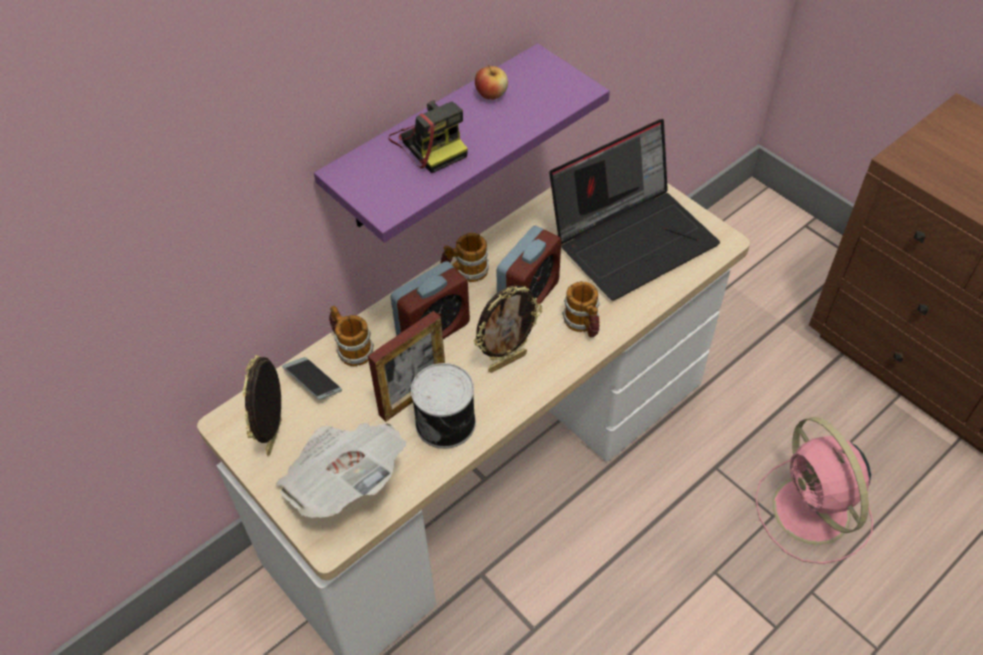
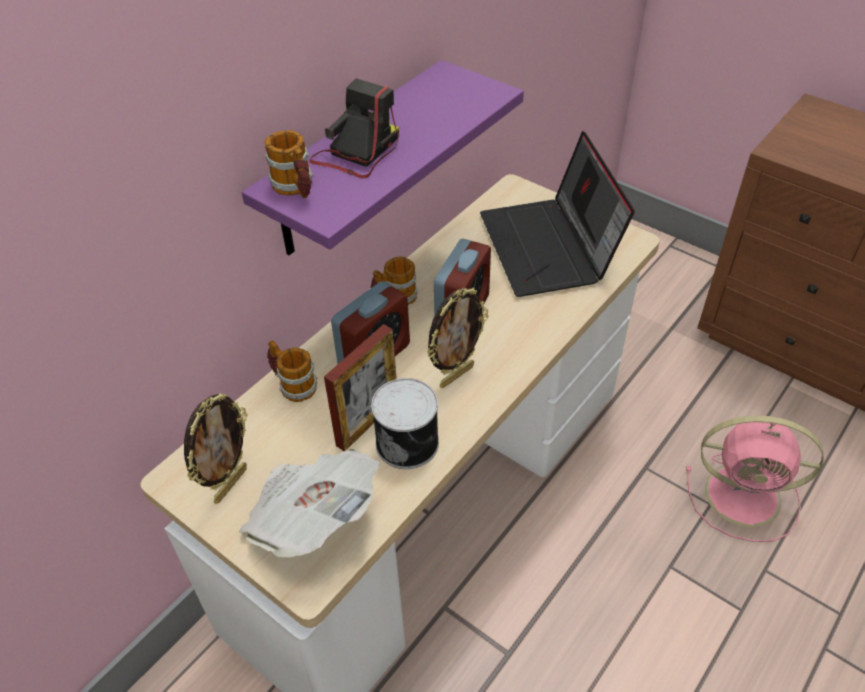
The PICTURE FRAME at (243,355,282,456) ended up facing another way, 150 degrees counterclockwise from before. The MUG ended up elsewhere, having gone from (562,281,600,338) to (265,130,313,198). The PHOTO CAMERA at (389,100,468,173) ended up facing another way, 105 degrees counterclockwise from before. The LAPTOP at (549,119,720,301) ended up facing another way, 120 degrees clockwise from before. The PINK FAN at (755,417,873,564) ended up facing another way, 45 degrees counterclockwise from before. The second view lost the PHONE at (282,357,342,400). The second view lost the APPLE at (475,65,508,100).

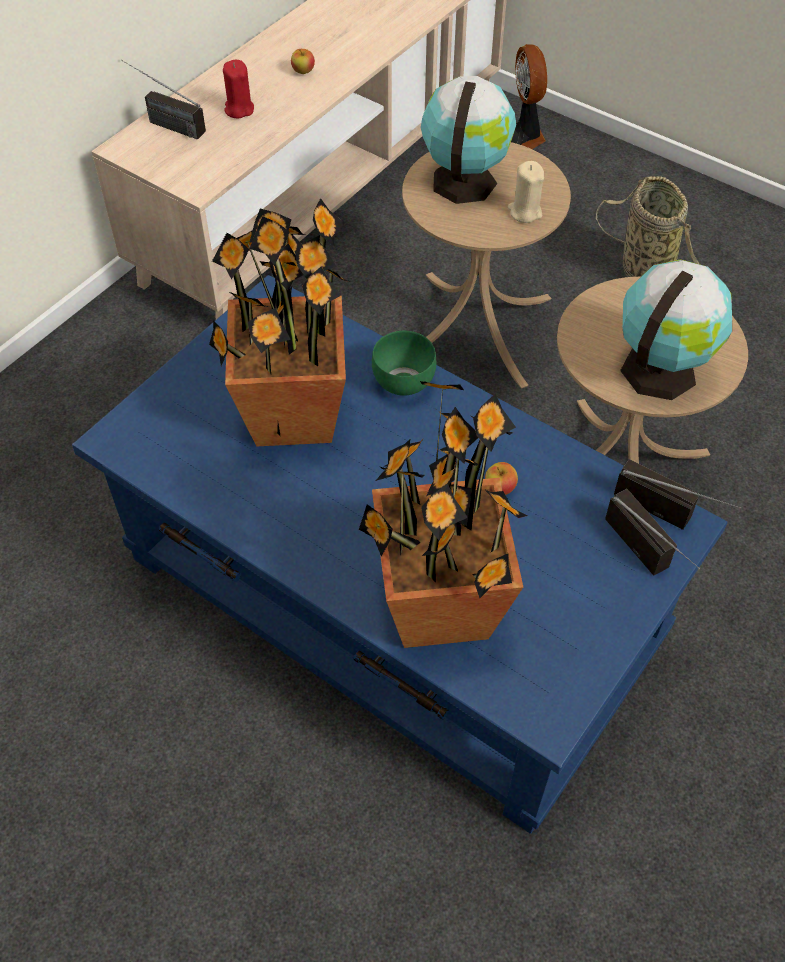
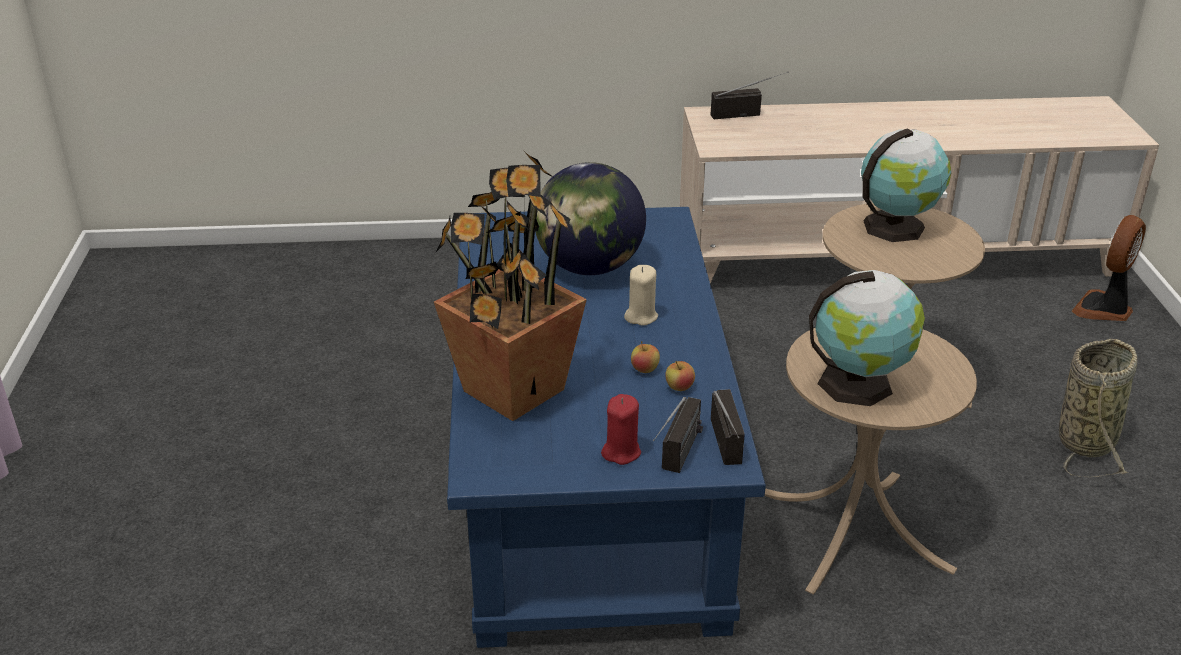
Where the POTTED PLANT stood at (209,198,350,446), the GLOBE came to stand at (535,162,646,275). The RED CANDLE ended up elsewhere, having gone from (223,60,254,119) to (601,394,641,465). The BEIGE CANDLE ended up elsewhere, having gone from (508,161,544,223) to (624,265,658,326). The APPLE ended up elsewhere, having gone from (291,49,315,74) to (665,361,695,391). The RADIO at (121,60,206,140) ended up facing another way, 90 degrees clockwise from before. The second view lost the GREEN BOWL at (372,331,436,396).

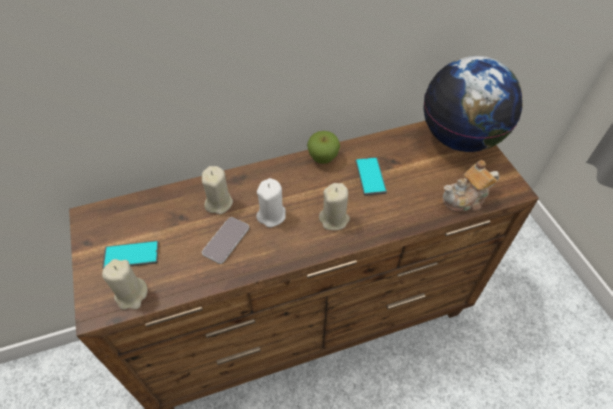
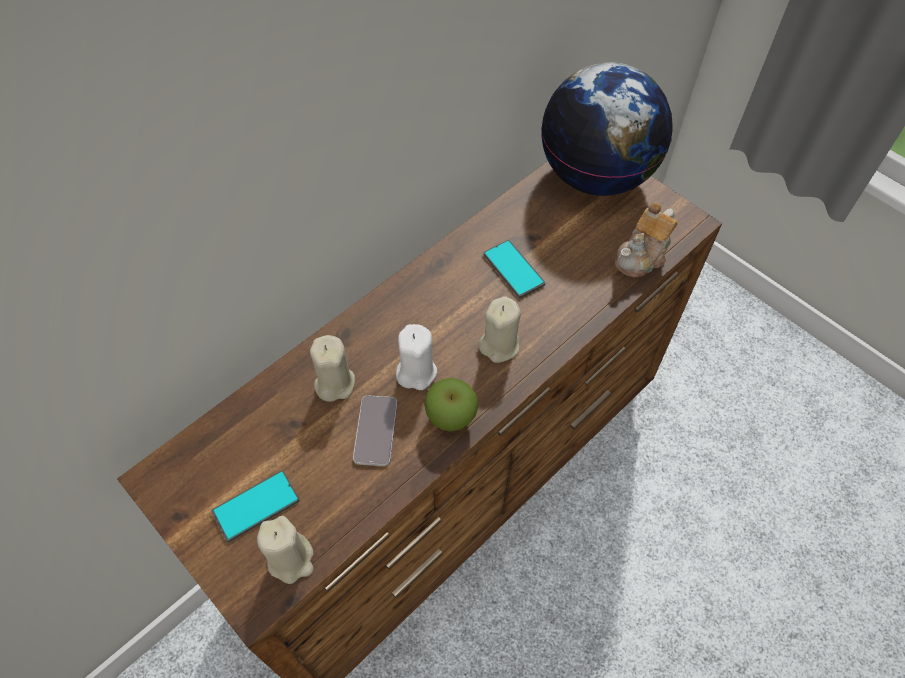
The APPLE ended up elsewhere, having gone from (307,131,340,164) to (424,378,479,432).

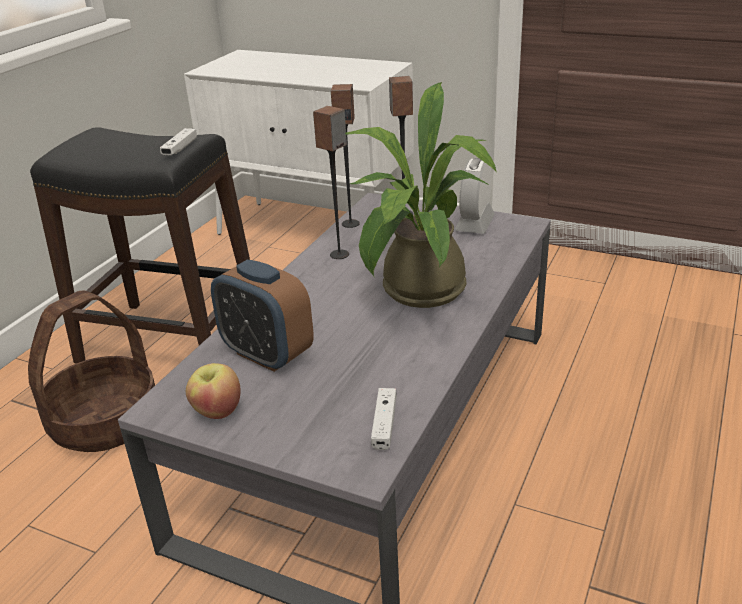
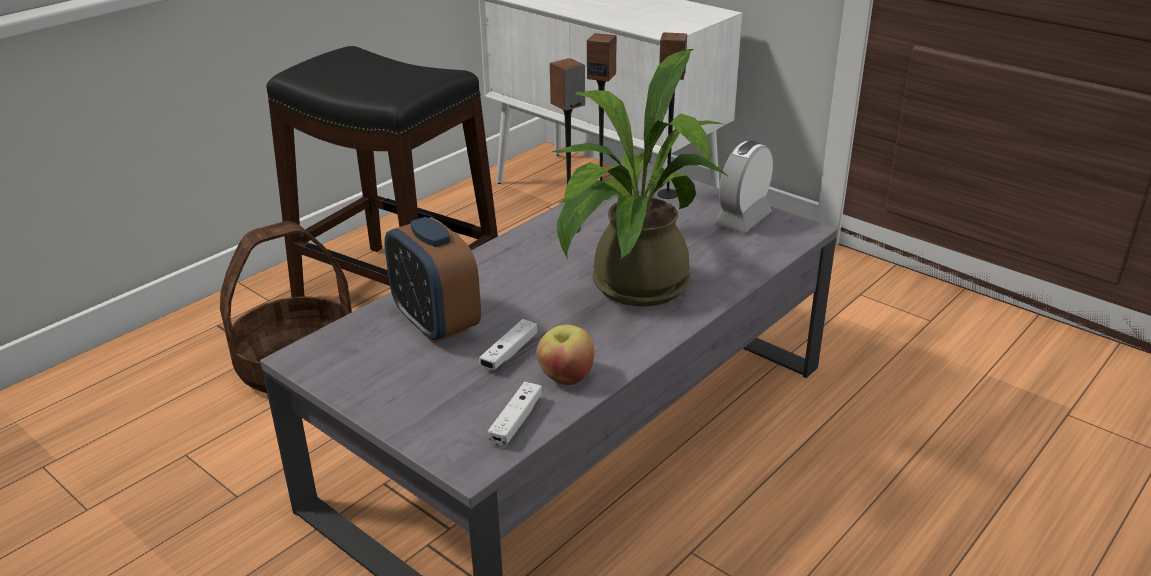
The WHITE GAME CONTROLLER ended up elsewhere, having gone from (160,128,197,155) to (479,319,537,370). The APPLE ended up elsewhere, having gone from (186,363,241,419) to (536,324,594,385).

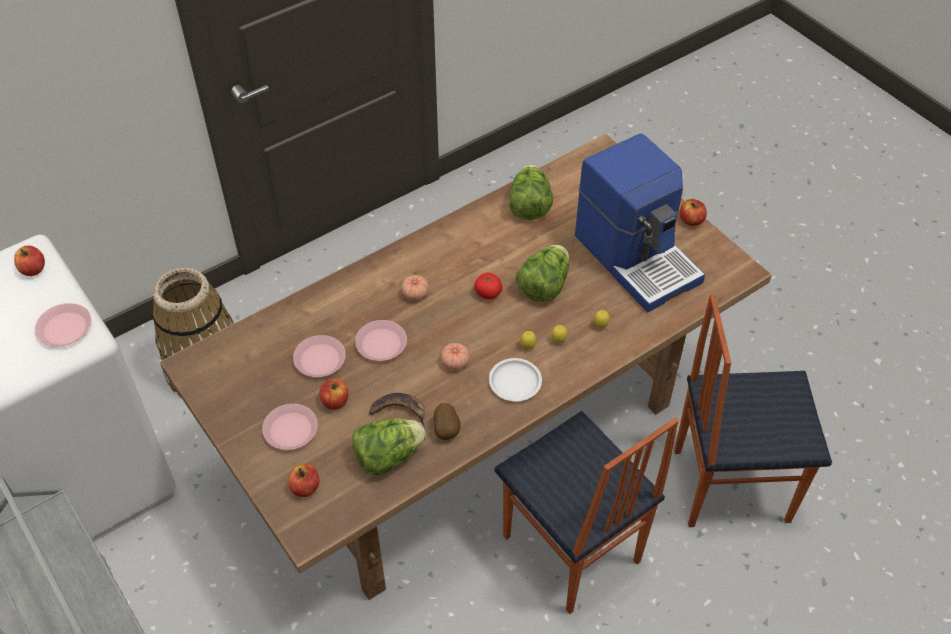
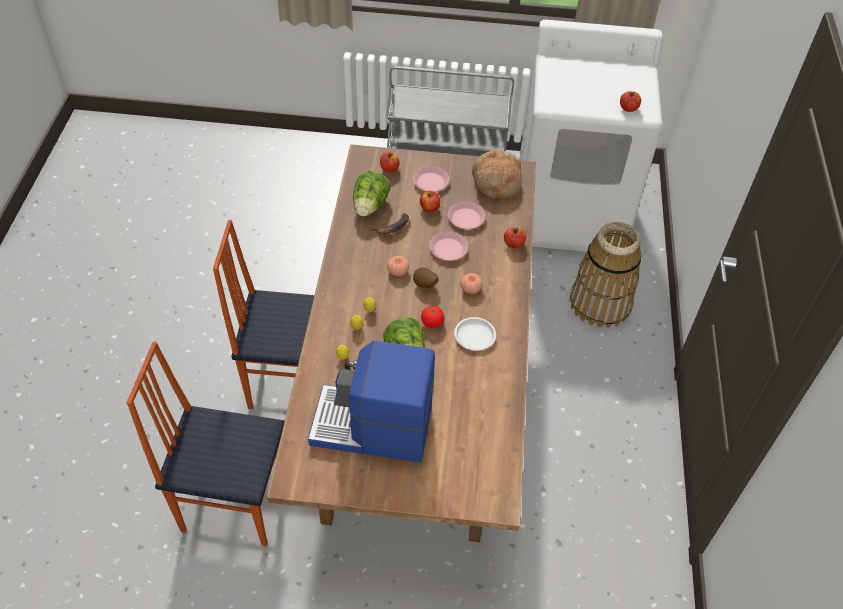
The CHAIR at (674,293,832,527) ended up facing another way, 120 degrees counterclockwise from before. The POTATO ended up elsewhere, having gone from (434,403,461,440) to (413,267,439,288). The WHITE PLATE ended up elsewhere, having gone from (489,358,542,401) to (454,317,496,351). The second view gained the BREAD at (472,150,522,200). The APPLE ended up elsewhere, having gone from (680,199,707,226) to (504,227,526,248). The second view lost the PINK PLATE at (35,303,91,347). The second view lost the LETTUCE at (509,164,553,220).

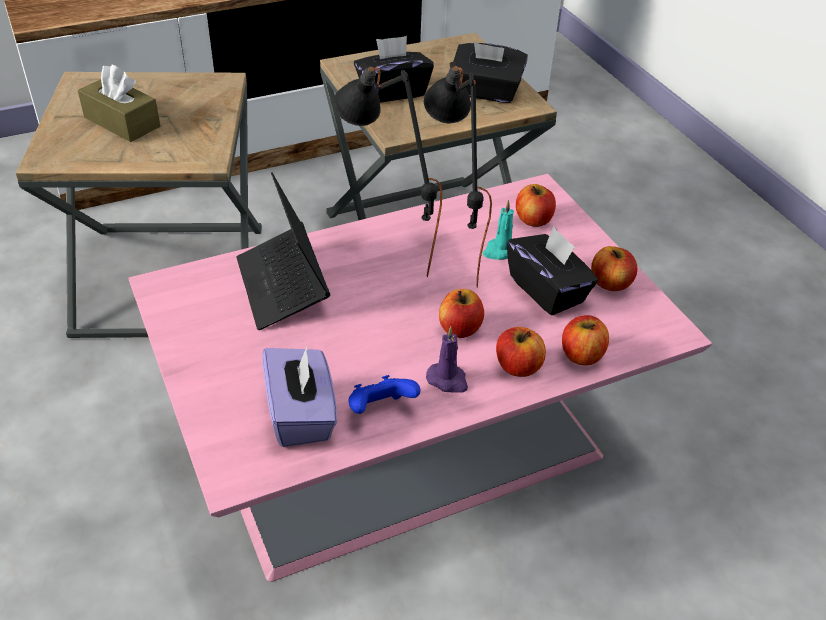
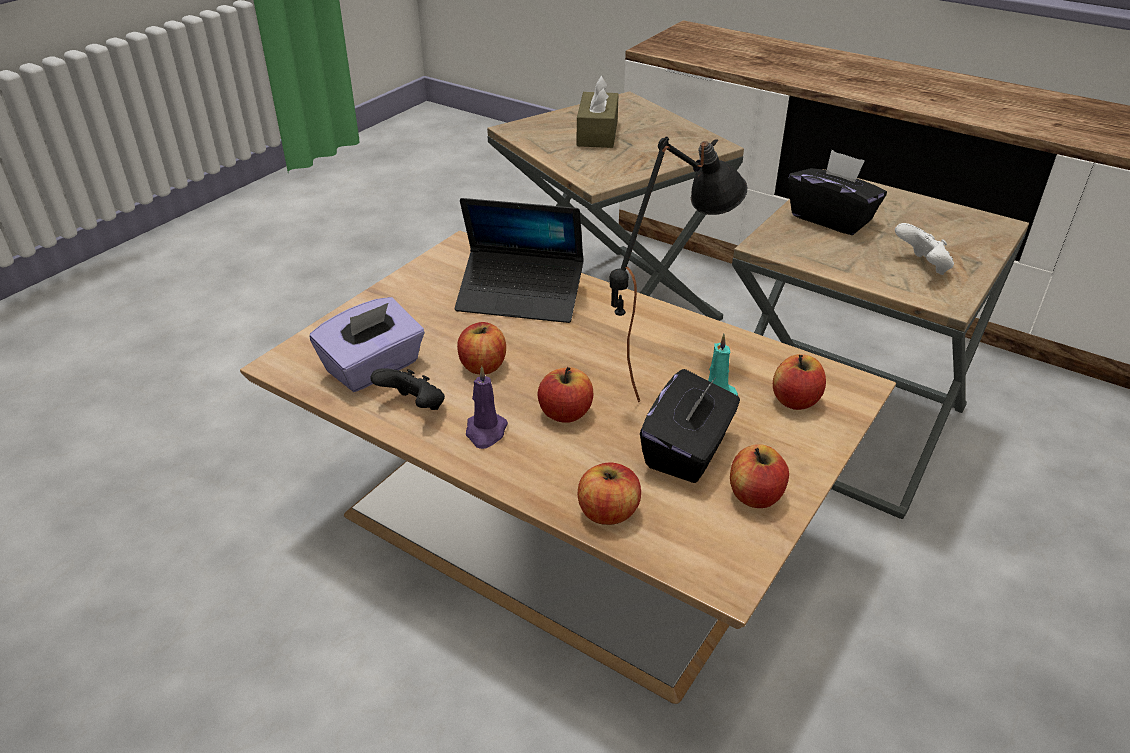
What was the PINK COFFEE TABLE at (128,174,712,582) turned into the BROWN COFFEE TABLE at (240,231,896,704). What was the BLUE GAME CONTROLLER at (349,375,421,414) turned into the BLACK GAME CONTROLLER at (370,368,445,410). The LAPTOP at (236,172,330,330) ended up facing another way, 120 degrees counterclockwise from before. The APPLE ended up elsewhere, having gone from (496,327,546,377) to (457,322,506,374). Where the BLACK TISSUE BOX stood at (454,42,528,103), the WHITE GAME CONTROLLER came to stand at (895,223,954,275). The second view lost the BLACK TABLE LAMP at (333,63,442,277).

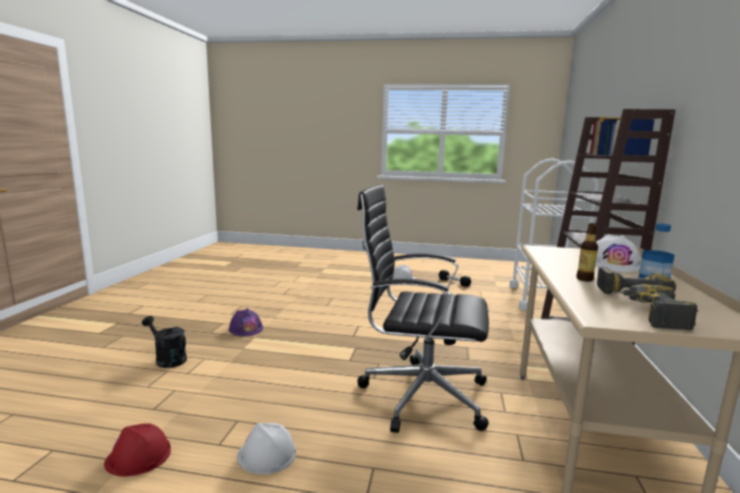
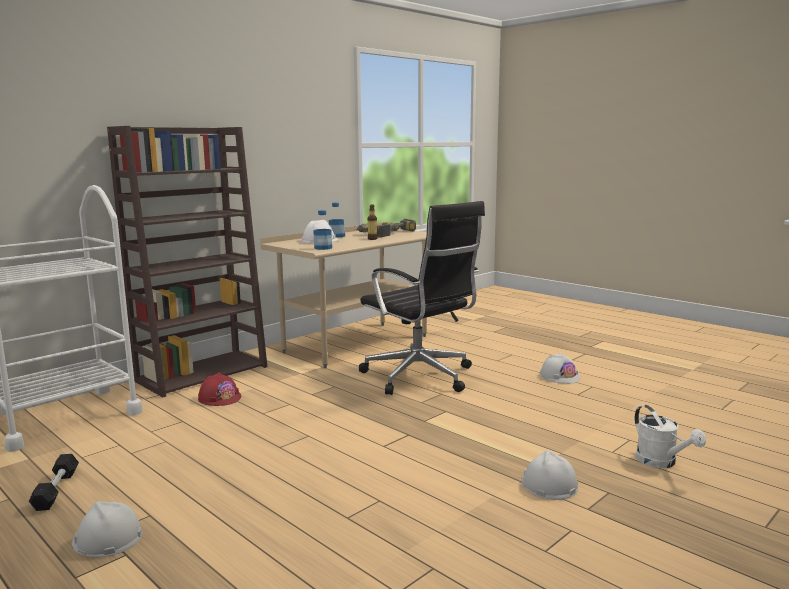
The RED HARD HAT ended up elsewhere, having gone from (104,423,171,476) to (198,372,241,406). The second view gained the BOTTLE at (313,210,332,250). What was the PURPLE HARD HAT at (229,308,263,336) turned into the WHITE HARD HAT at (521,450,578,500). What was the BLACK WATERING CAN at (142,316,187,368) turned into the WHITE WATERING CAN at (635,405,706,468).

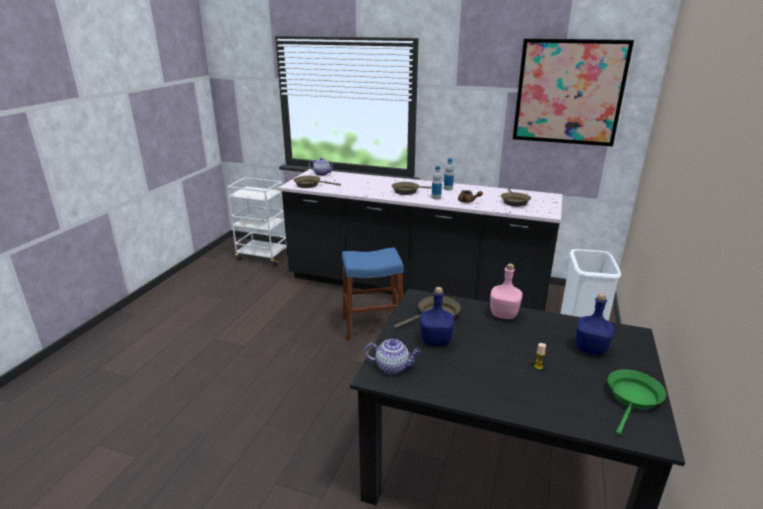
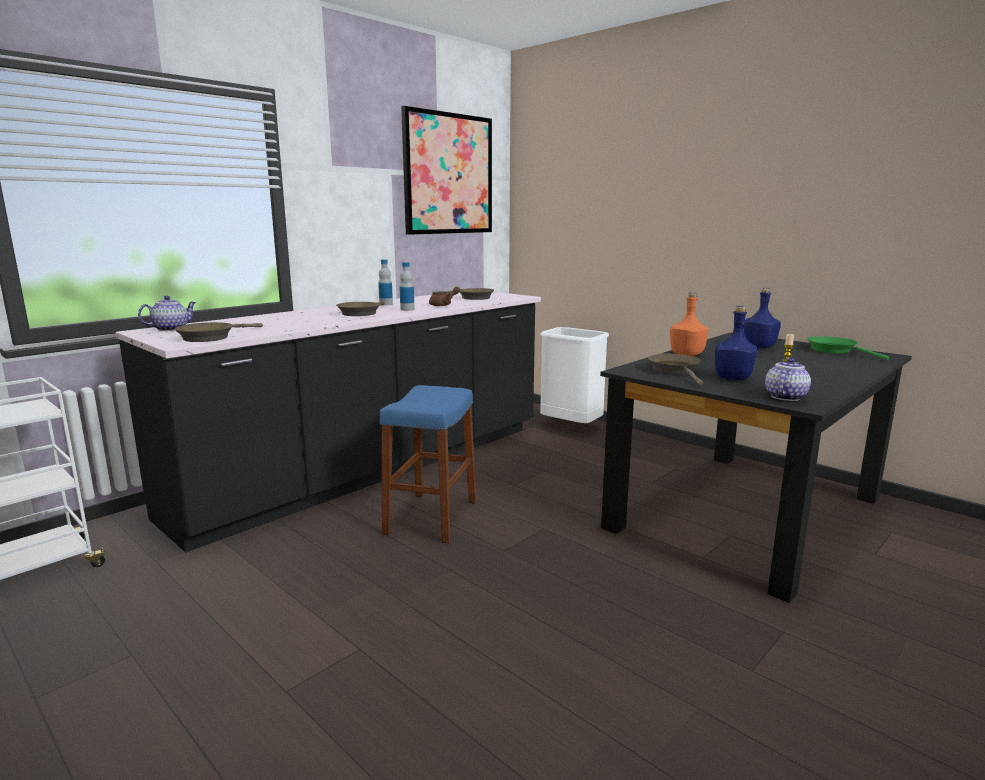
What was the PINK BOTTLE at (490,263,523,319) turned into the ORANGE BOTTLE at (670,292,709,356).

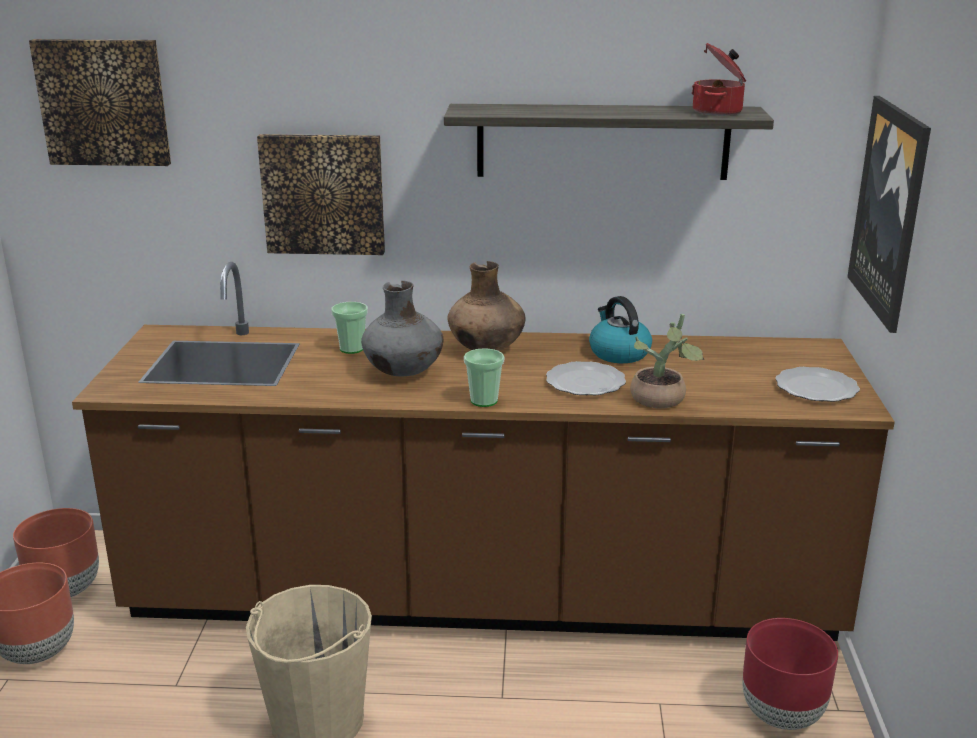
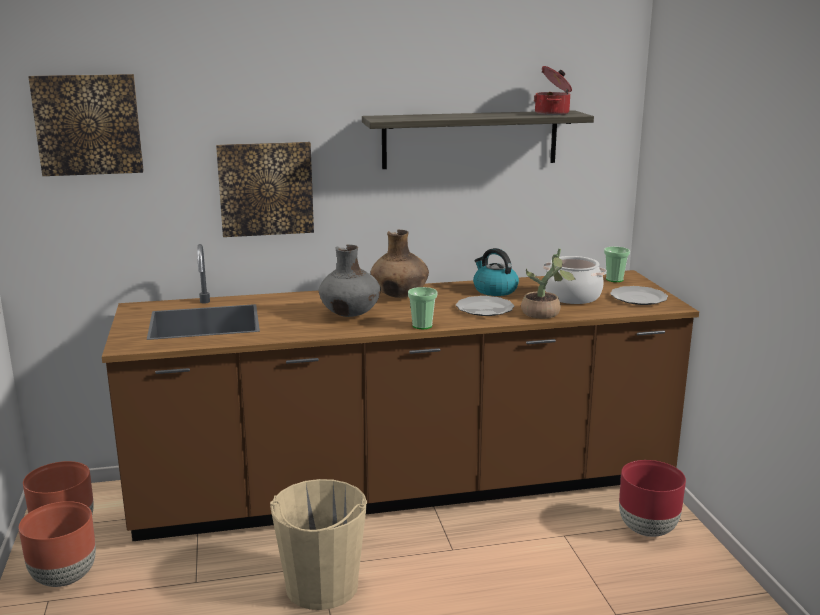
The second view gained the COOKING POT at (543,256,607,304). The CUP ended up elsewhere, having gone from (331,302,368,354) to (604,247,630,282). The second view lost the PICTURE at (847,96,931,333).

